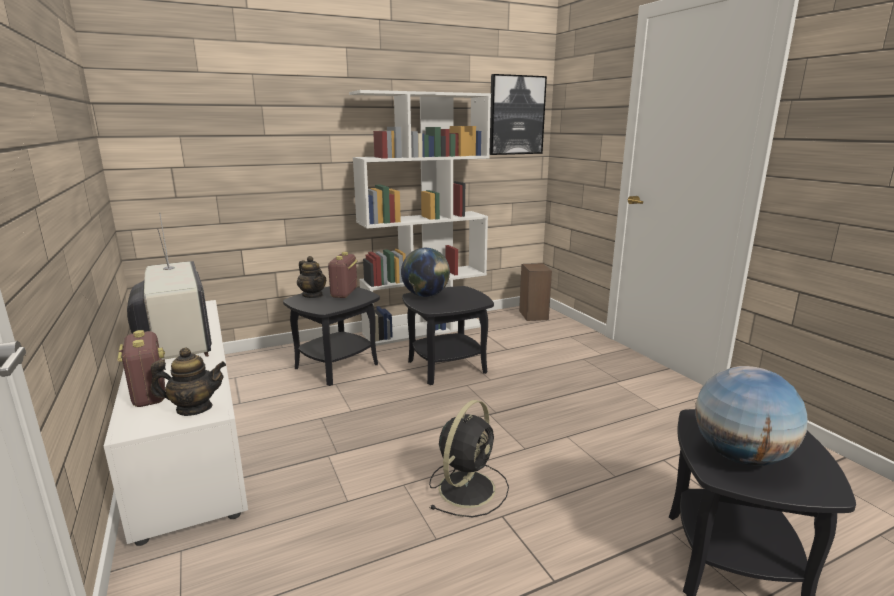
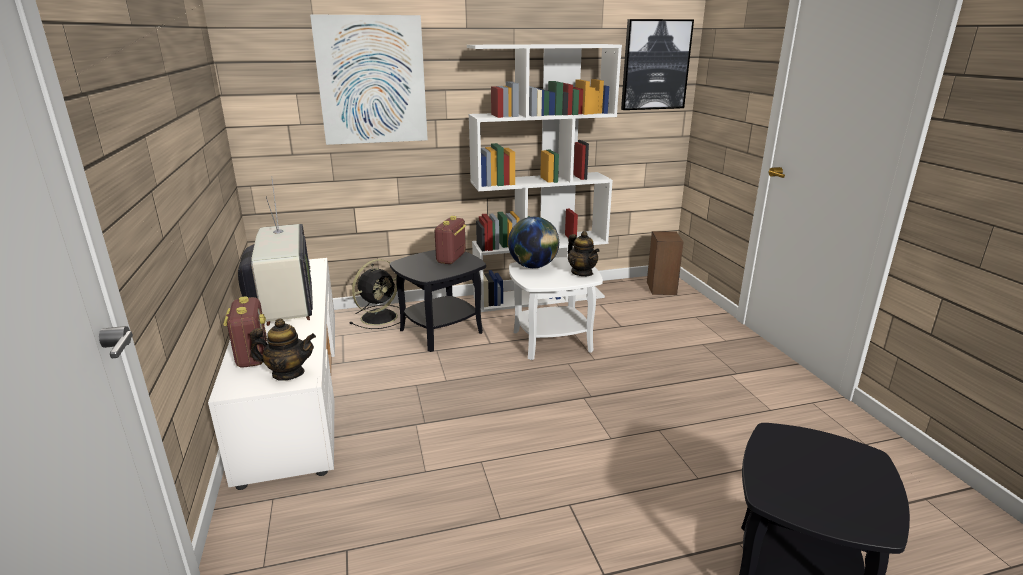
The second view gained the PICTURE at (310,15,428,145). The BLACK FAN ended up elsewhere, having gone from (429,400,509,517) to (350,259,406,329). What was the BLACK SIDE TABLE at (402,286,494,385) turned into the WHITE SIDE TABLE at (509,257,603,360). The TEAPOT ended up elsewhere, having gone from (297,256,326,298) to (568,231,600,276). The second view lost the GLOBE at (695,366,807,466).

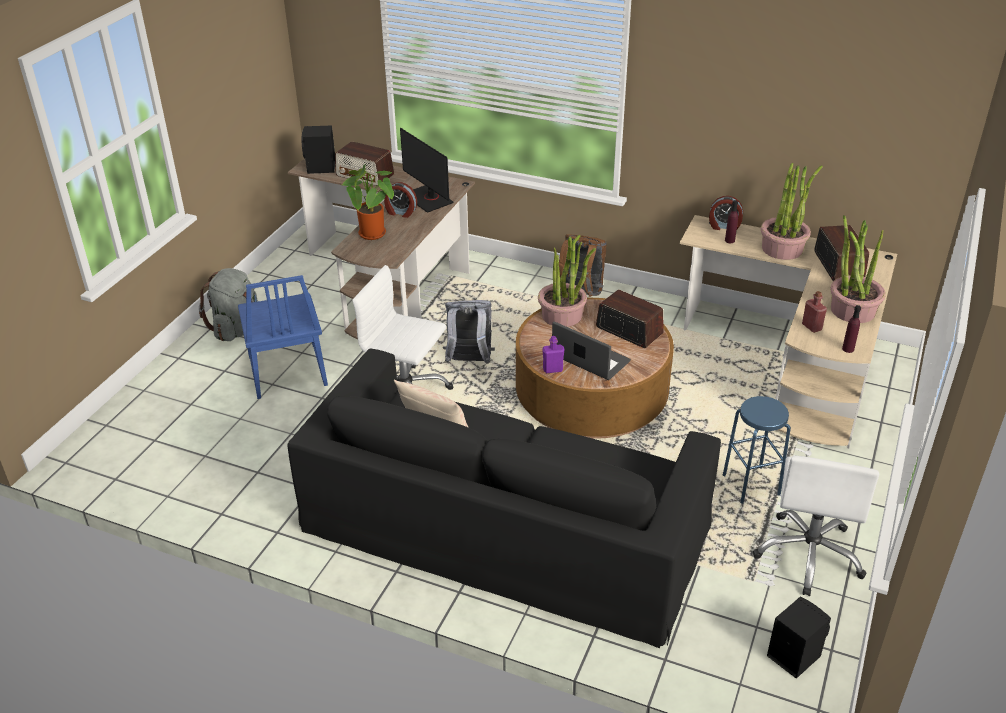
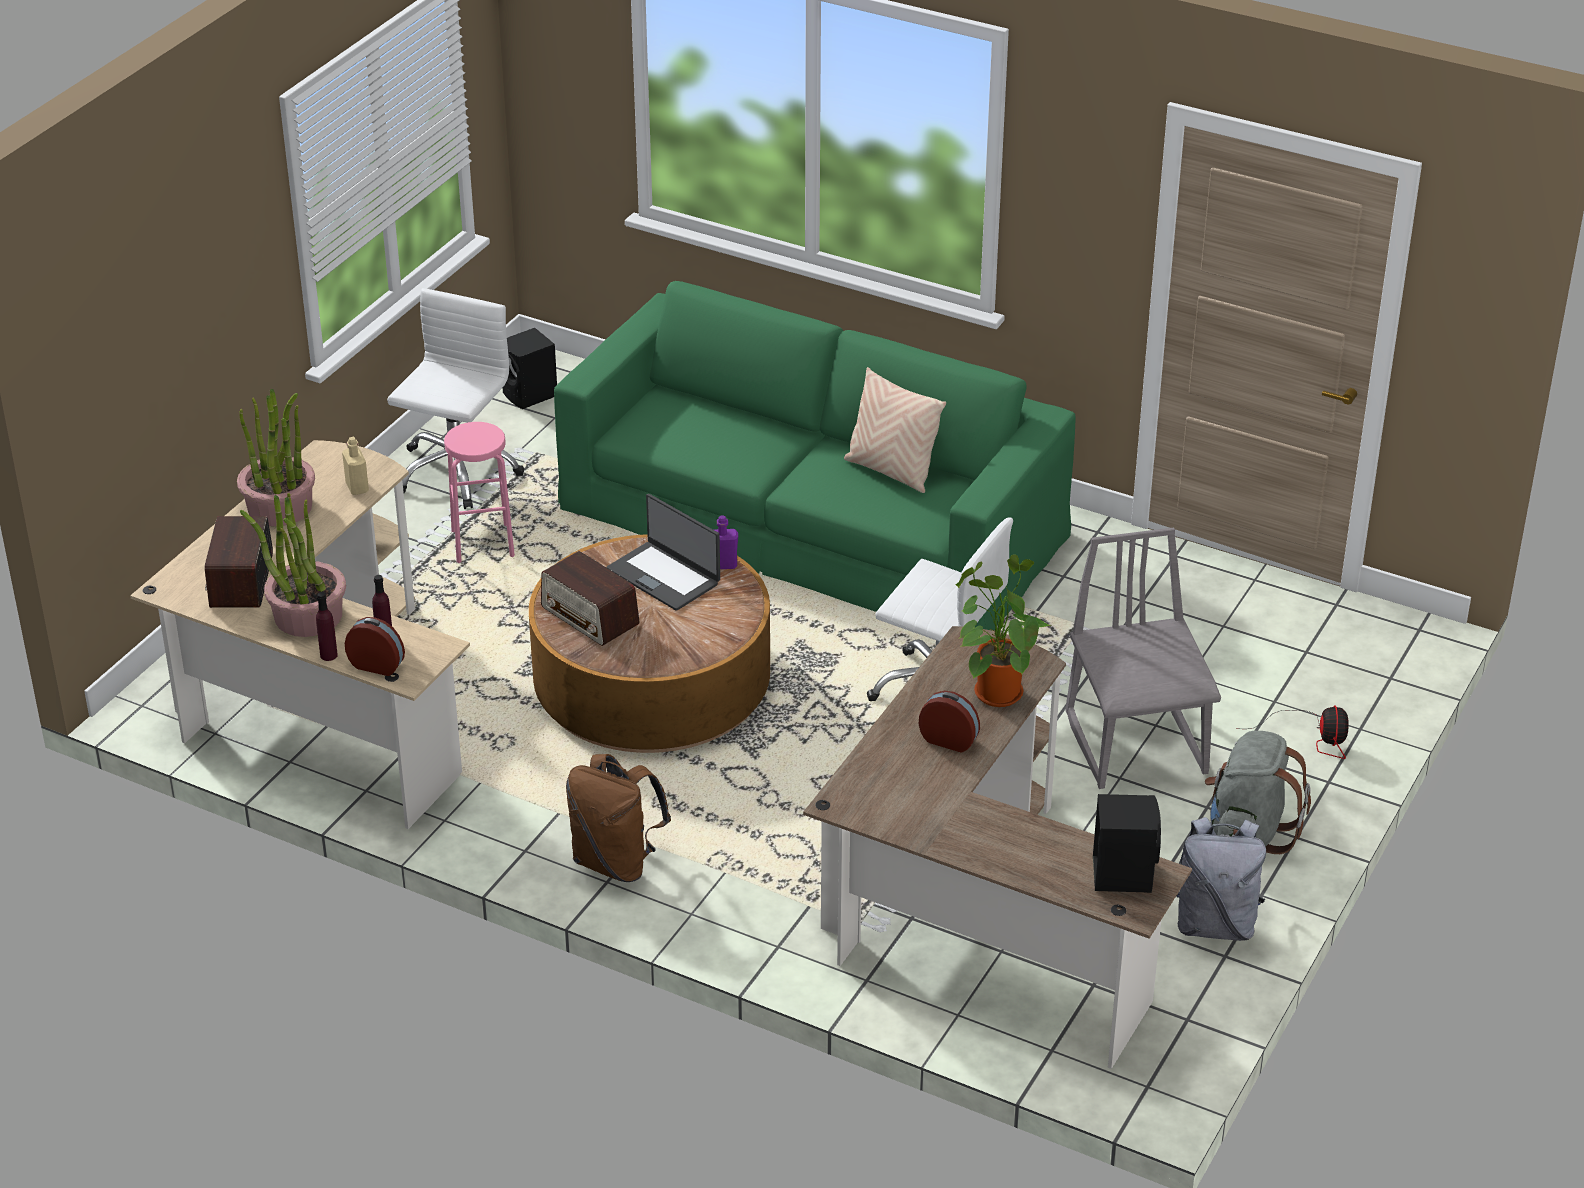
The PURPLE BOTTLE ended up elsewhere, having gone from (842,305,861,353) to (316,592,338,661). What was the RED BOTTLE at (802,291,827,333) turned into the BEIGE BOTTLE at (342,437,369,495). What was the BLUE STOOL at (723,396,791,504) turned into the PINK STOOL at (444,422,515,563). What was the BLACK SOFA at (287,348,721,648) turned into the GREEN SOFA at (554,281,1076,631). What was the BLUE CHAIR at (238,275,328,399) turned into the GREY CHAIR at (1065,528,1221,789). The GREY BACKPACK ended up elsewhere, having gone from (443,300,495,364) to (1177,817,1266,941). The second view gained the FAN at (1249,706,1349,759). The second view lost the RADIO at (335,141,394,186). The second view lost the MONITOR at (400,128,453,213). The second view lost the POTTED PLANT at (538,235,596,327).

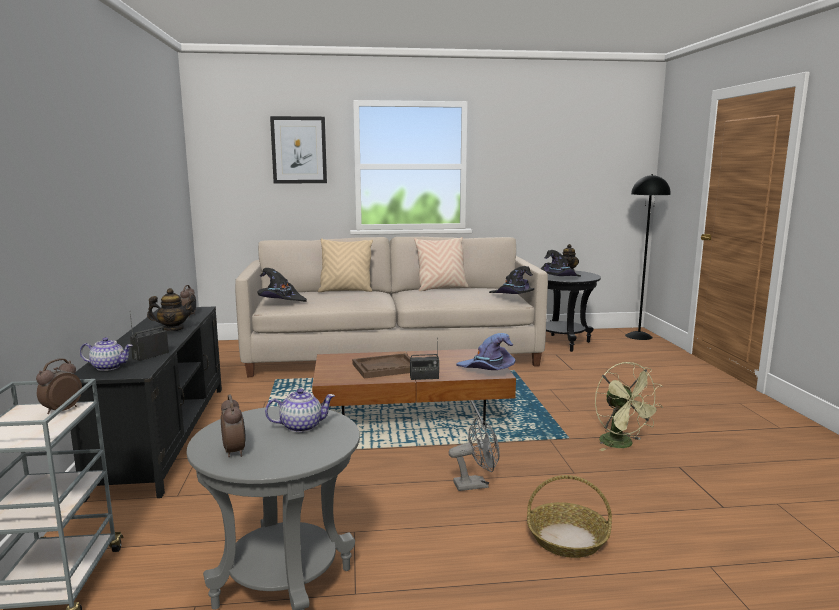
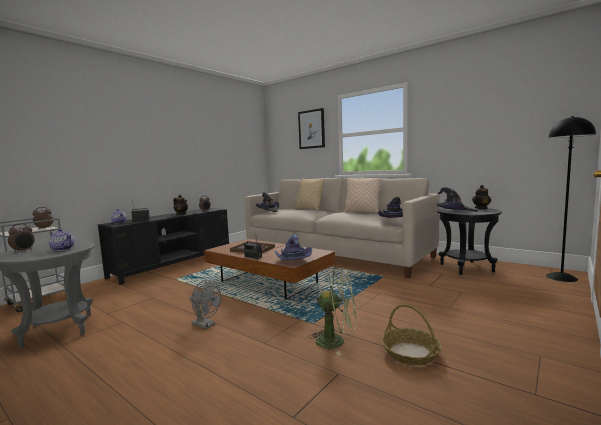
The GREEN FAN at (595,362,663,451) ended up facing another way, 105 degrees counterclockwise from before. The BASKET ended up elsewhere, having gone from (527,475,612,558) to (381,304,442,365).

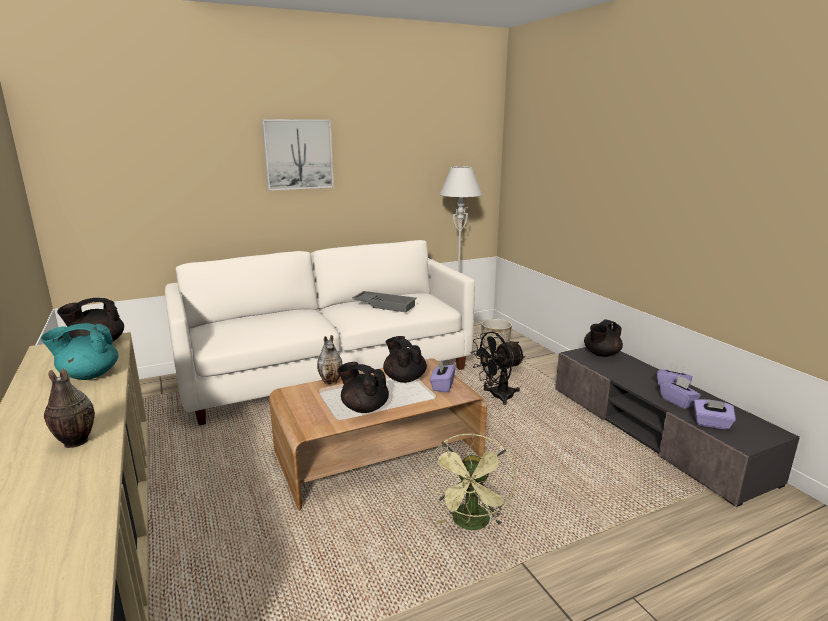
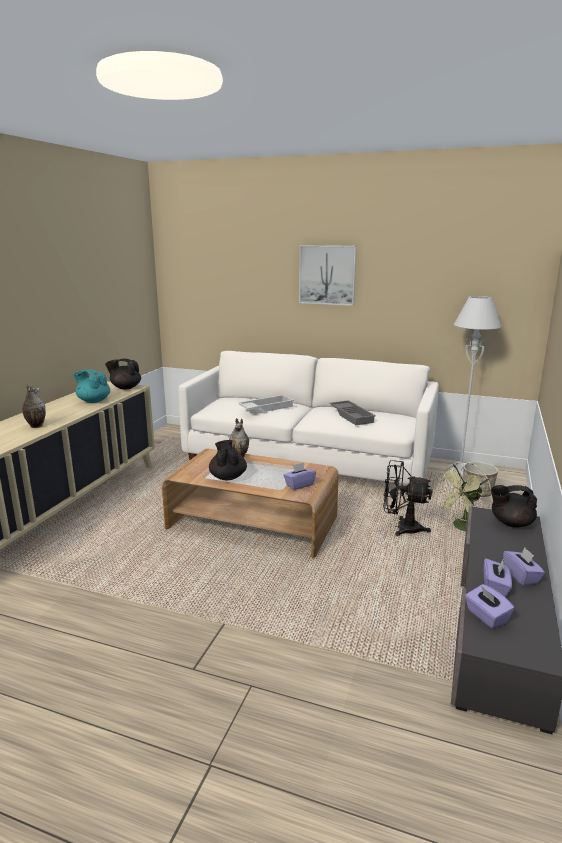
The second view gained the WHITE TRAY at (238,395,294,412). The GREEN FAN ended up elsewhere, having gone from (428,433,516,530) to (436,462,492,531). The second view lost the BLACK TEAPOT at (383,336,427,383).

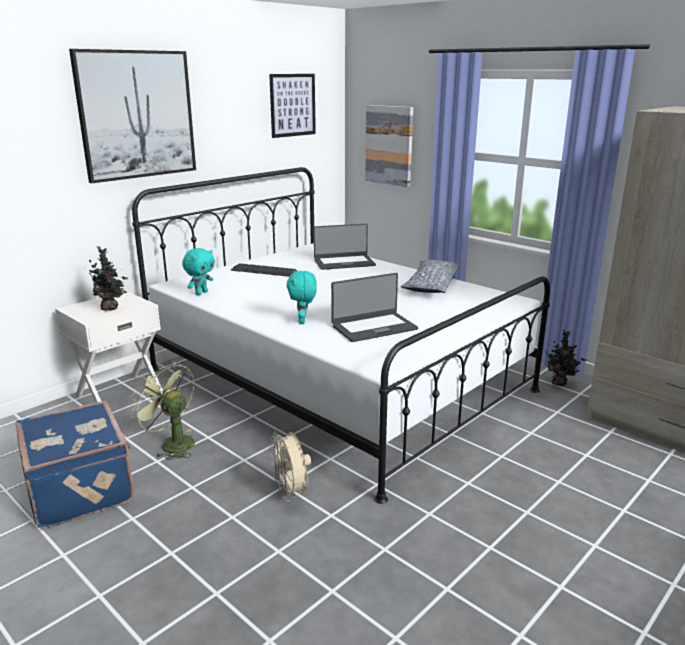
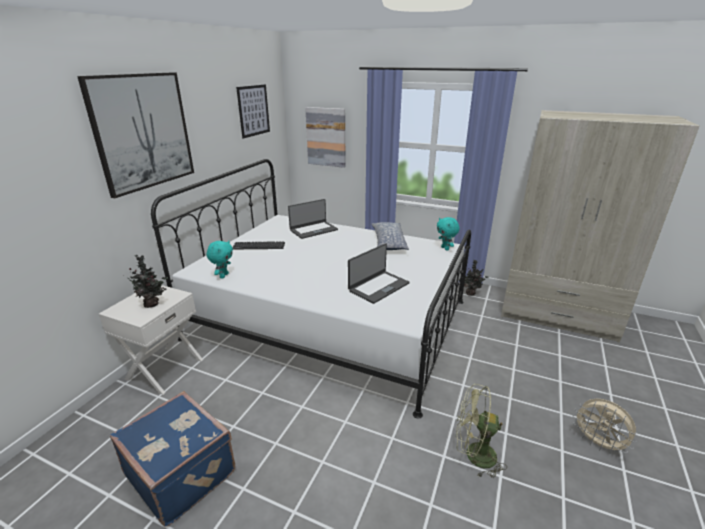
The TURQUOISE PLUSH TOY ended up elsewhere, having gone from (286,270,317,323) to (437,217,460,251). The GREEN FAN ended up elsewhere, having gone from (130,361,195,460) to (456,384,507,478). The BEIGE FAN ended up elsewhere, having gone from (269,430,311,501) to (572,398,637,454).

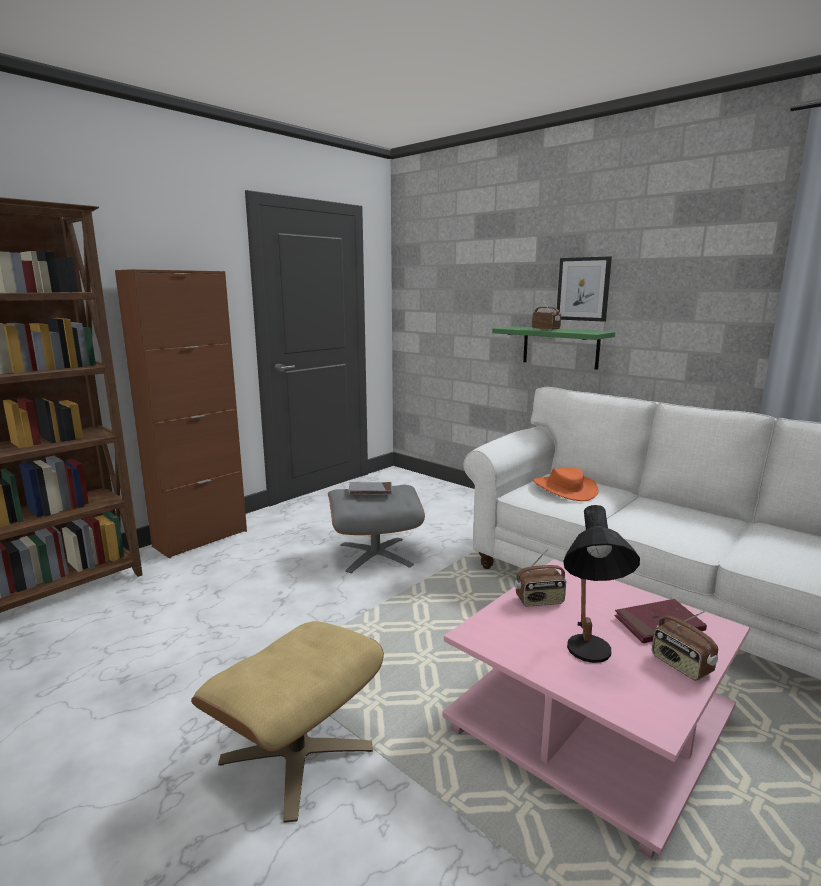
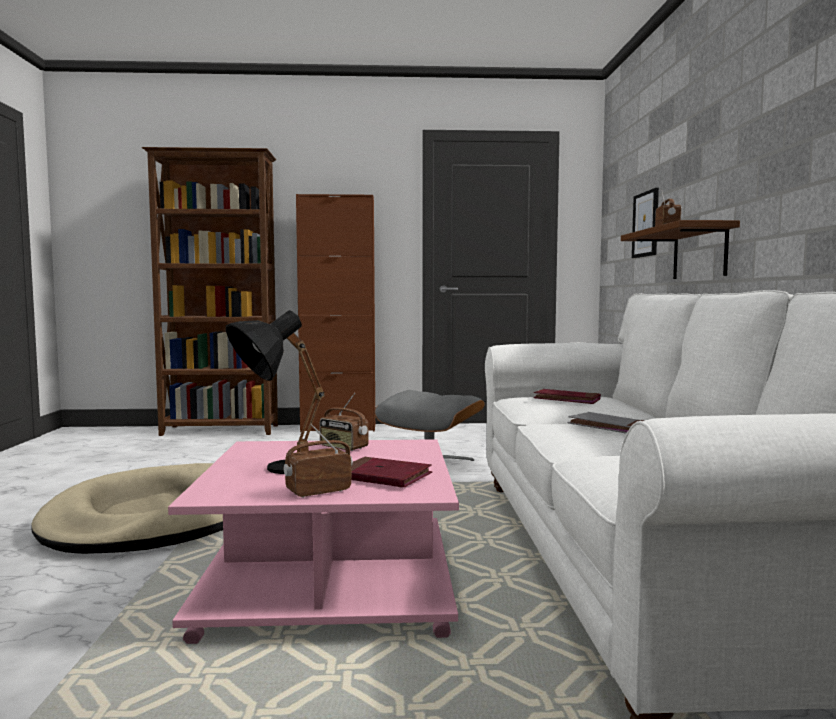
Where the BEIGE OTTOMAN stood at (191,621,384,823), the BEIGE DOG BED came to stand at (32,463,223,554). The RADIO at (652,611,718,681) ended up facing another way, 45 degrees clockwise from before. Where the ORANGE HAT stood at (533,467,599,501), the RED BOOK came to stand at (533,389,601,404). The GREY BOOK ended up elsewhere, having gone from (349,482,392,495) to (568,412,645,434). What was the GREEN SHELF at (492,326,615,370) turned into the BROWN SHELF at (621,220,740,279). The PICTURE ended up elsewhere, having gone from (557,256,612,322) to (632,188,659,258).

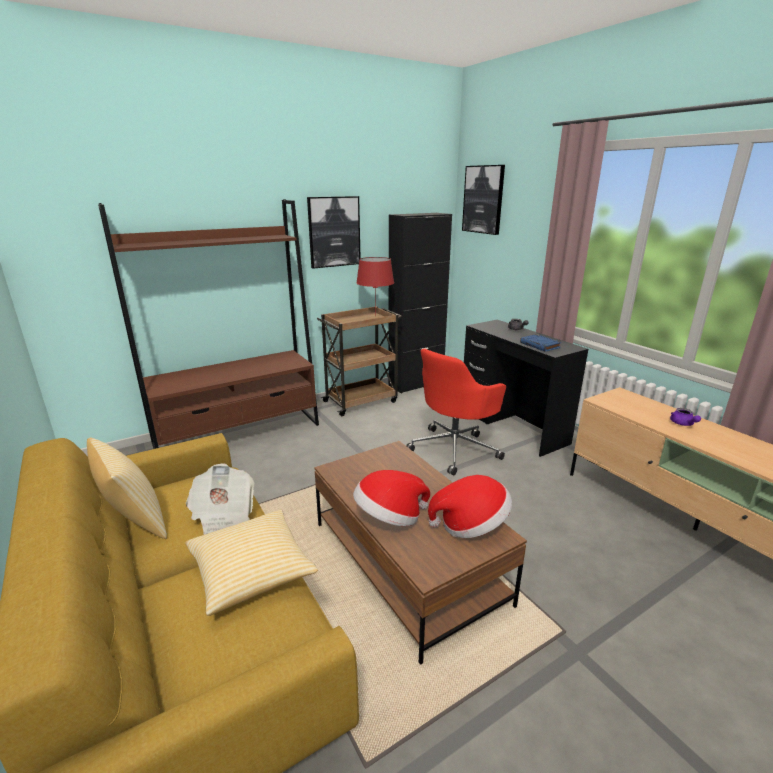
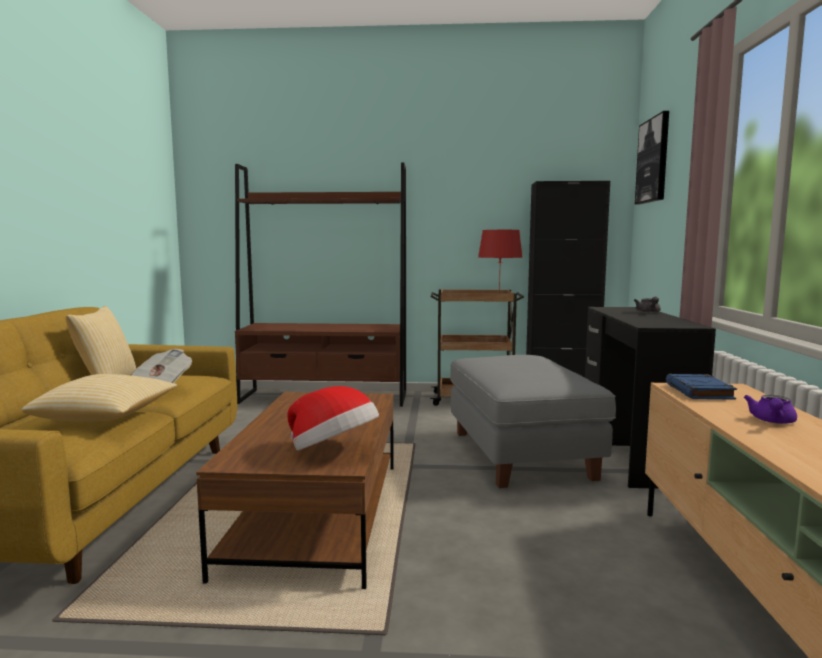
Where the RED OFFICE CHAIR stood at (406,348,506,475), the GREY OTTOMAN came to stand at (450,355,616,488). The BLUE BOOK ended up elsewhere, having gone from (520,334,561,352) to (666,374,737,400). The second view lost the PICTURE at (307,196,360,269). The second view lost the HAT at (353,470,430,526).

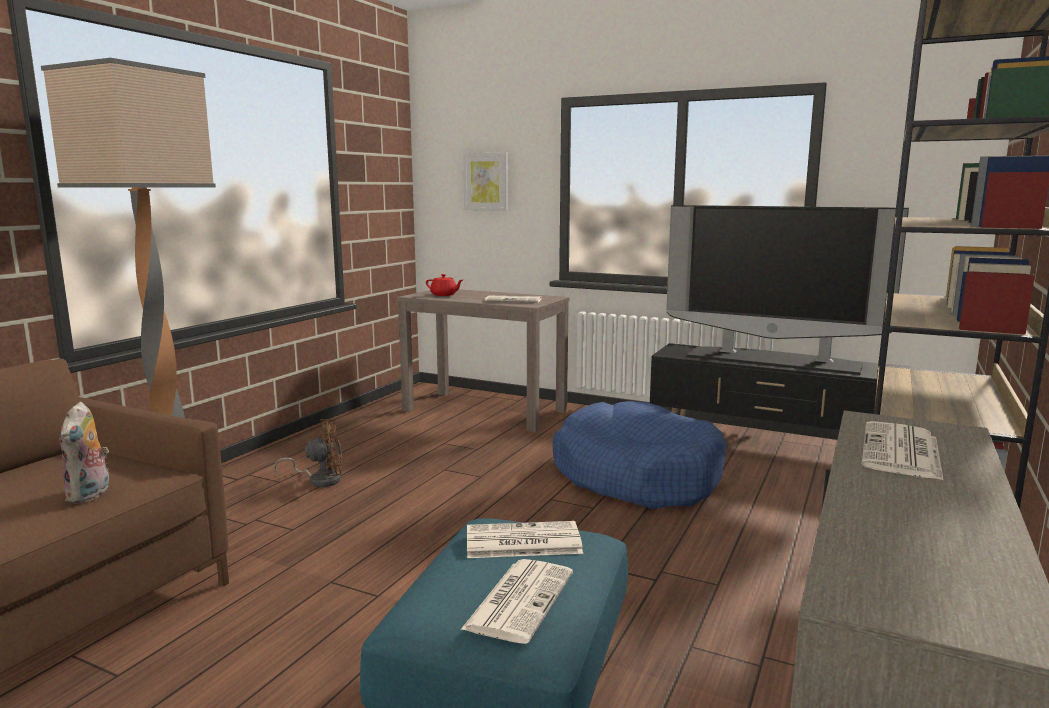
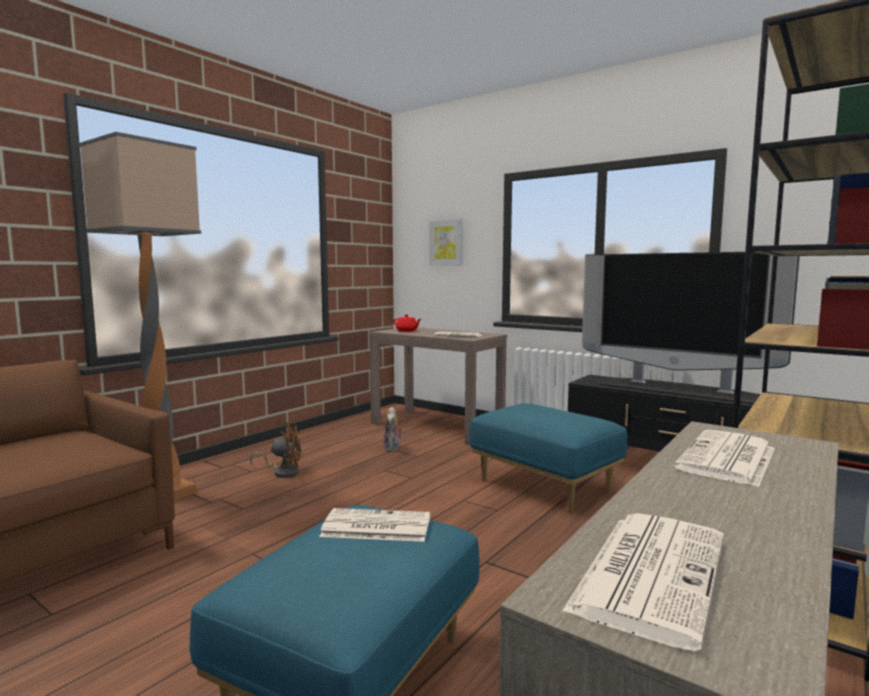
The PLUSH TOY ended up elsewhere, having gone from (59,402,109,503) to (383,407,402,452). Where the BLUE DOG BED stood at (553,401,727,509), the BLUE OTTOMAN came to stand at (470,403,627,513). The NEWSPAPER ended up elsewhere, having gone from (460,559,573,644) to (562,513,724,651).

